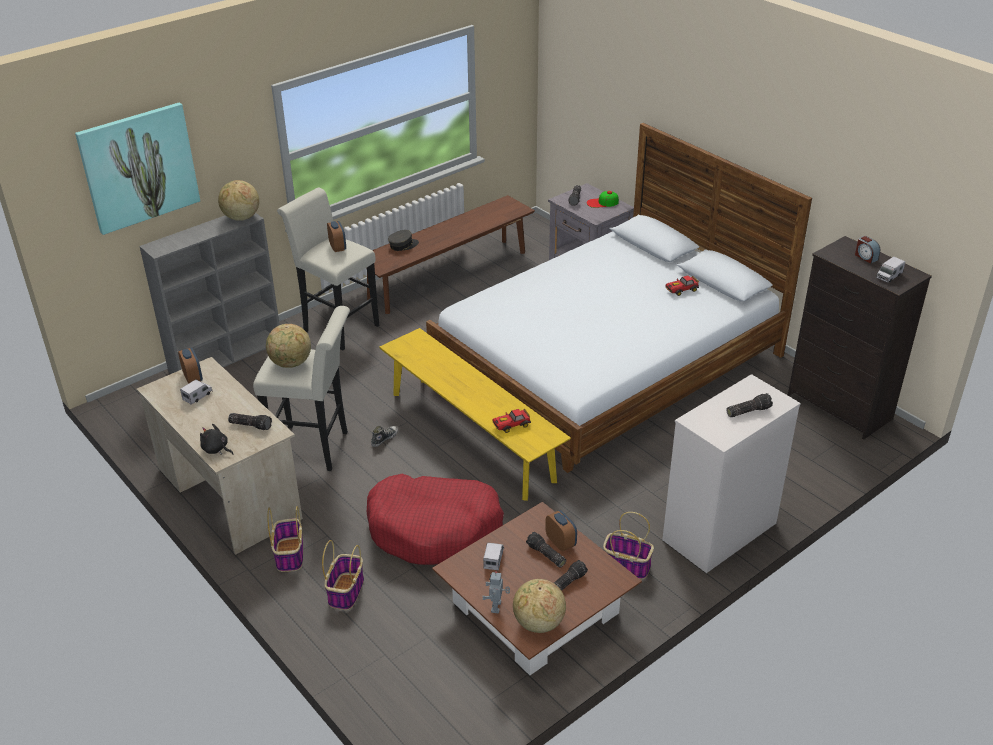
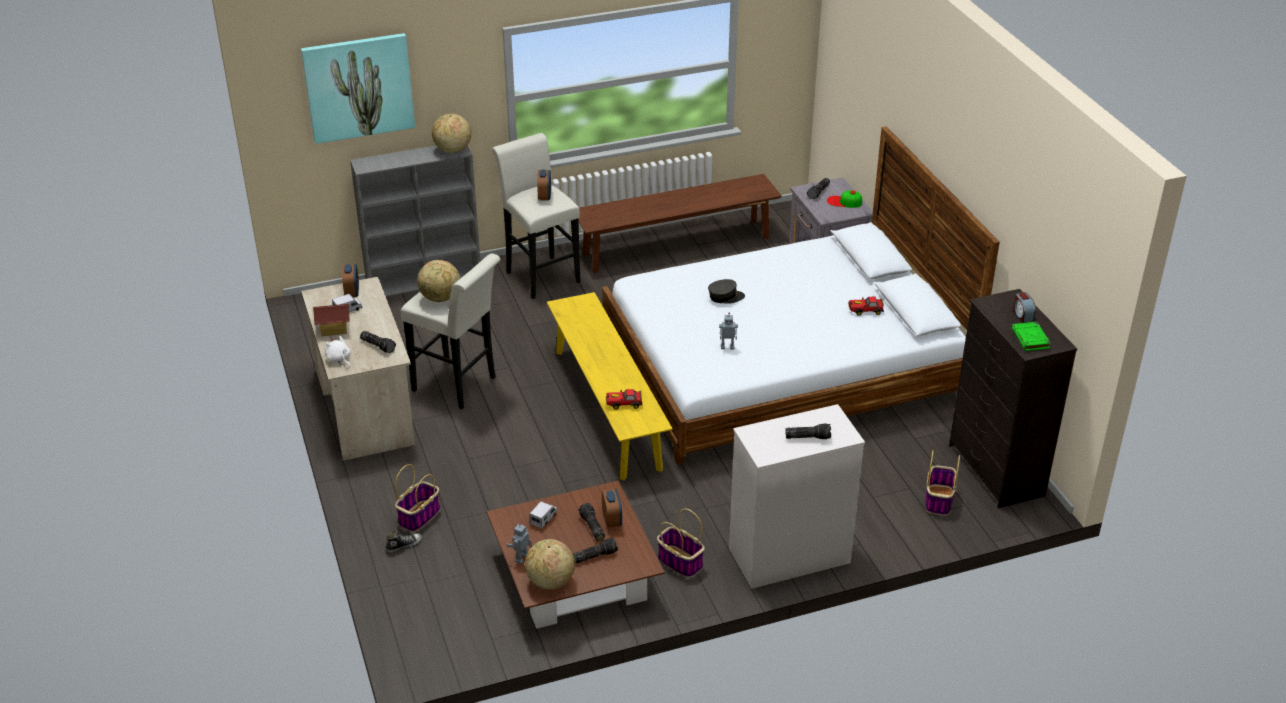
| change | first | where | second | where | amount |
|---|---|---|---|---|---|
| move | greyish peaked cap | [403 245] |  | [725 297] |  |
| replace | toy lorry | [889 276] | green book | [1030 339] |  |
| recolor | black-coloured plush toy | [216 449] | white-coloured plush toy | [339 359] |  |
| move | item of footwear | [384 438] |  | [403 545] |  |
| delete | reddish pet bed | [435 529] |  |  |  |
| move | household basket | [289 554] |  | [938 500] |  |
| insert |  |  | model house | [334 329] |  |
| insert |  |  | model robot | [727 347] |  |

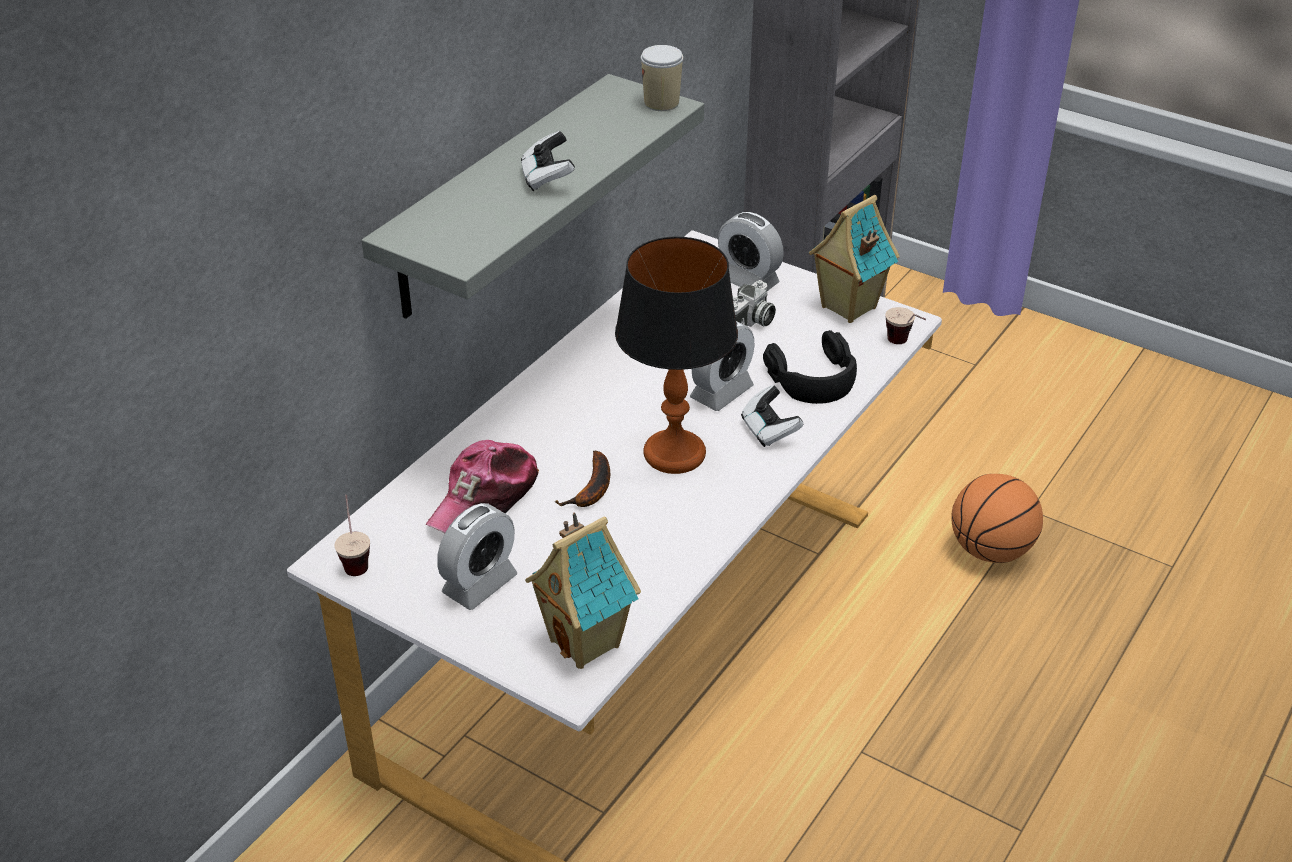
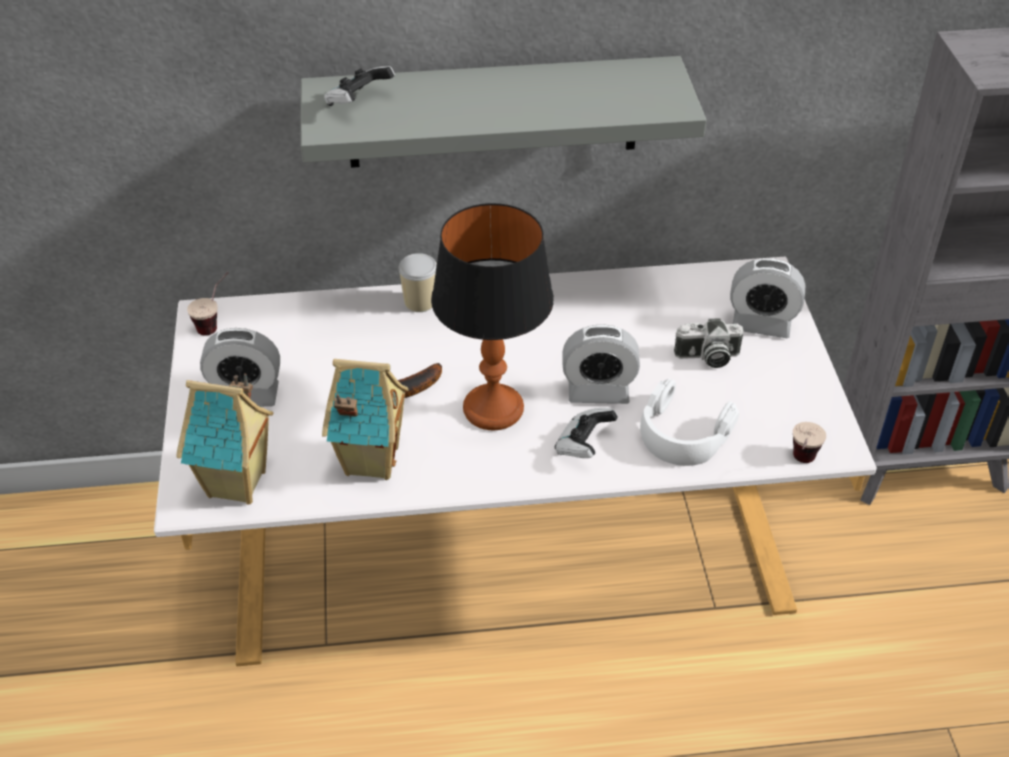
| change | first | where | second | where | amount |
|---|---|---|---|---|---|
| move | small cup | [661 103] |  | [420 302] |  |
| move | gamepad | [547 178] |  | [358 103] |  |
| move | model house | [847 307] |  | [369 460] |  |
| rotate | table clock | [748 281] |  | [761 324] | 75 degrees counterclockwise |
| recolor | black-coloured pair of headphones | [813 378] | white-coloured pair of headphones | [683 433] |  |
| delete | peaked cap | [485 500] |  |  |  |
| delete | ball for basketball | [990 550] |  |  |  |

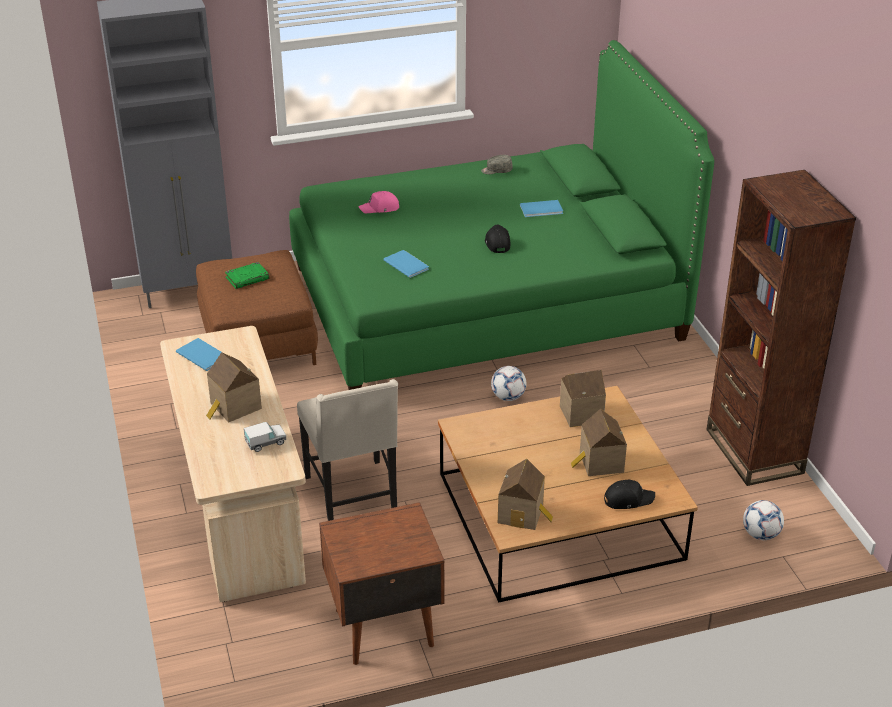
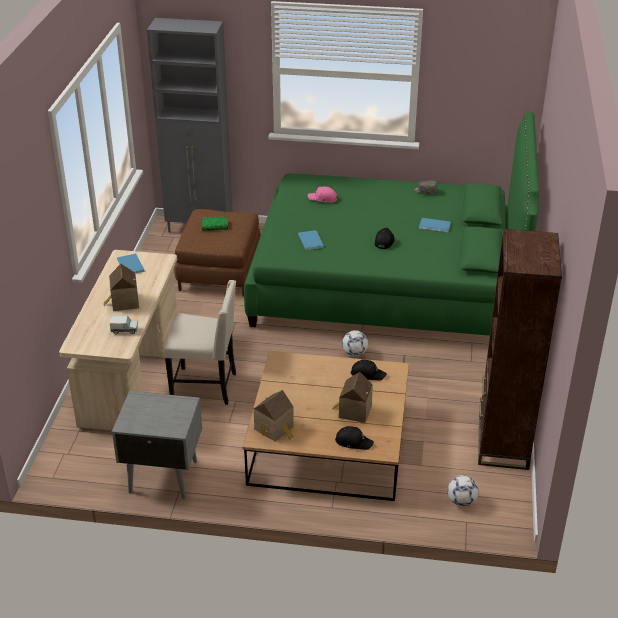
| change | first | where | second | where | amount |
|---|---|---|---|---|---|
| replace | model house | [580 412] | black-coloured peaked cap | [367 374] |  |
| rotate | sand-coloured upright chair | [353 495] |  | [206 387] | 90 degrees counterclockwise |
| recolor | brown-coloured night table | [382 627] | greyish night table | [162 476] |  |

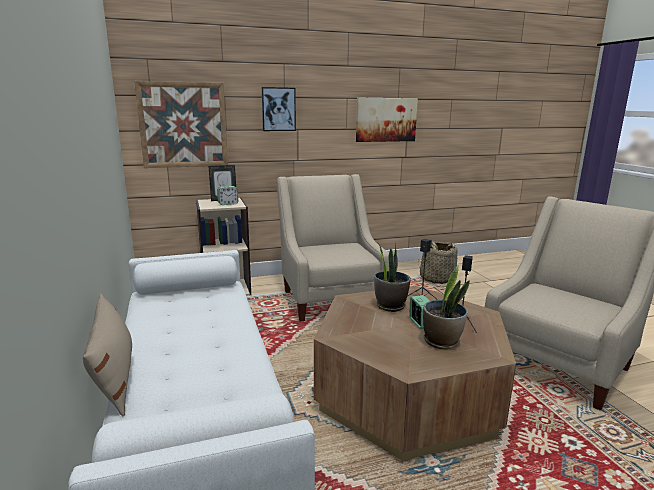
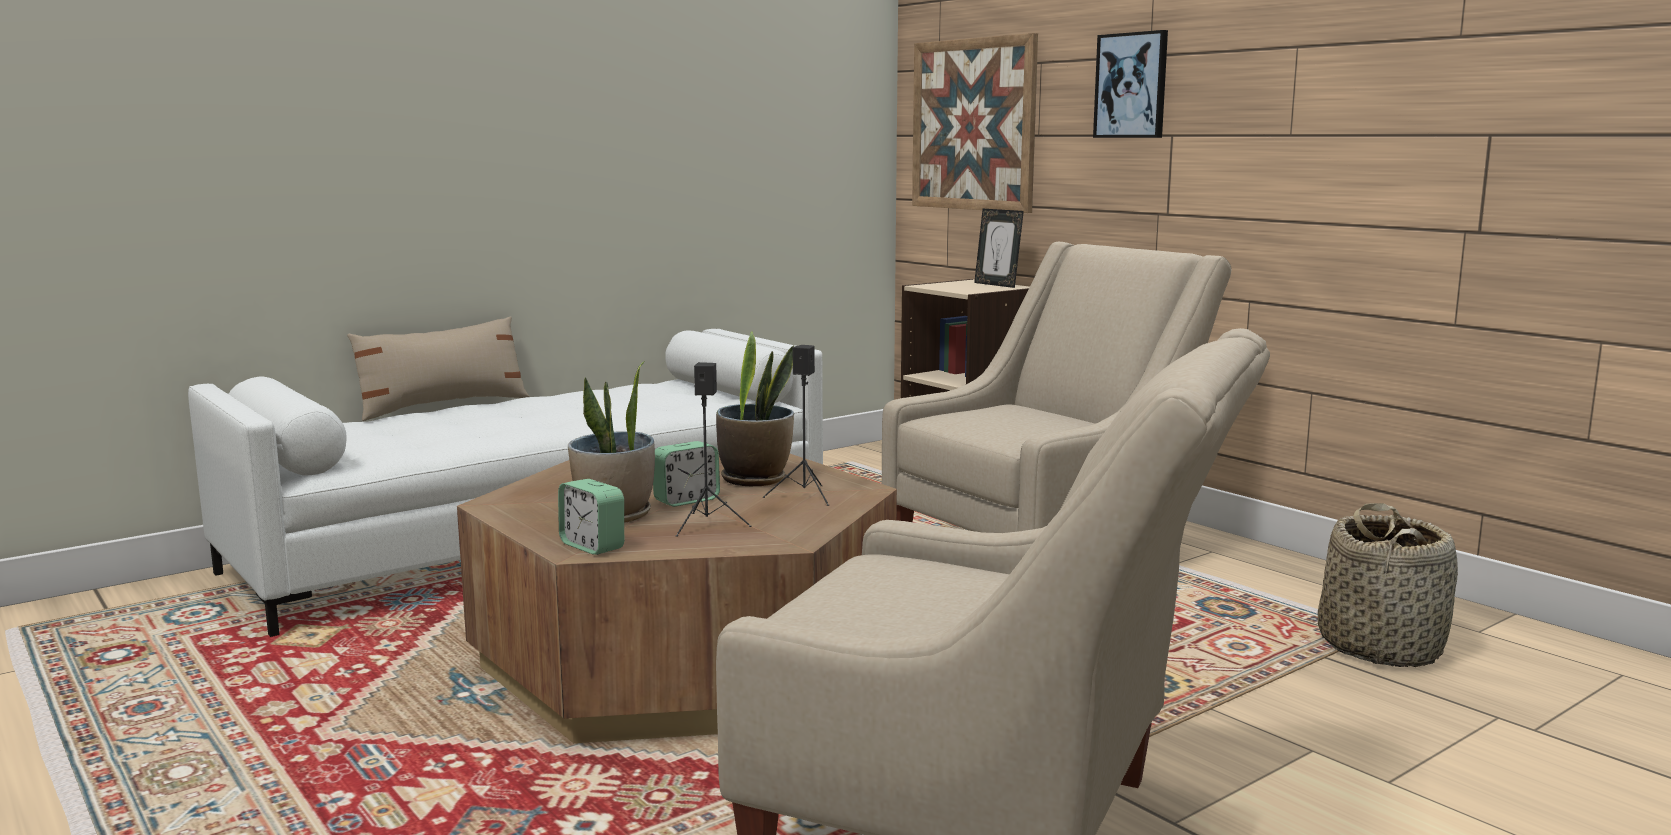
| change | first | where | second | where | amount |
|---|---|---|---|---|---|
| delete | wall art | [386 119] |  |  |  |
| move | table clock | [228 204] |  | [592 546] |  |

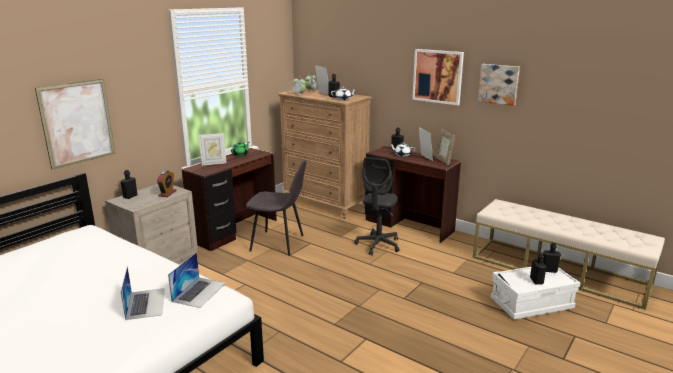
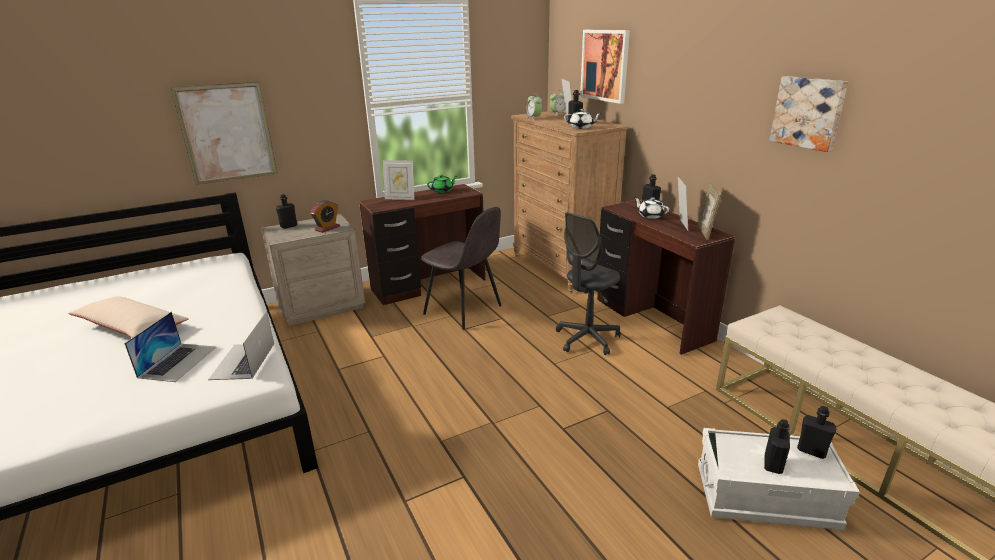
| change | first | where | second | where | amount |
|---|---|---|---|---|---|
| move | wall art | [437 76] |  | [605 65] |  |
| rotate | portable computer | [199 292] |  | [243 361] | 135 degrees clockwise |
| insert |  |  | sand-coloured pillow | [132 327] |  |

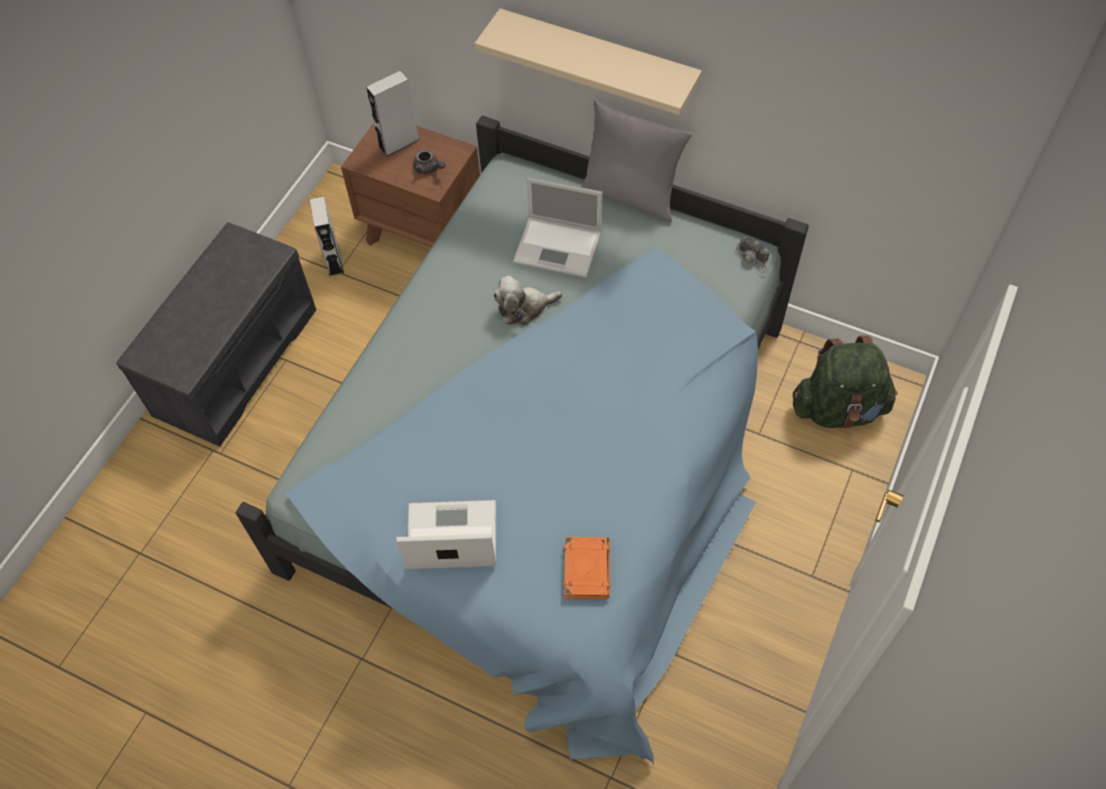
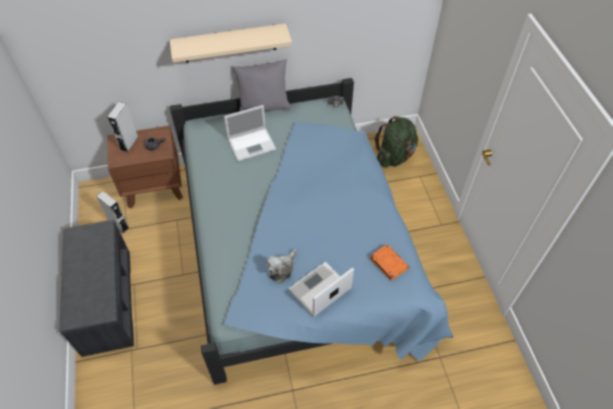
| change | first | where | second | where | amount |
|---|---|---|---|---|---|
| move | plush toy | [524 308] |  | [282 269] |  |

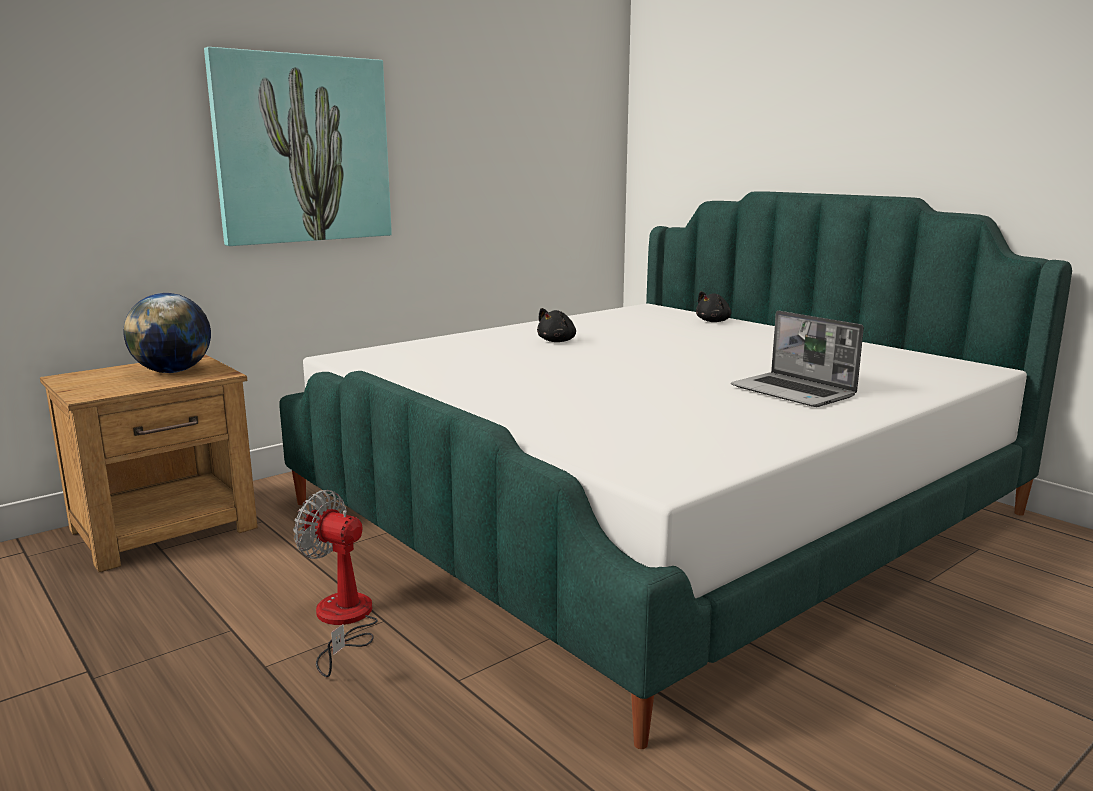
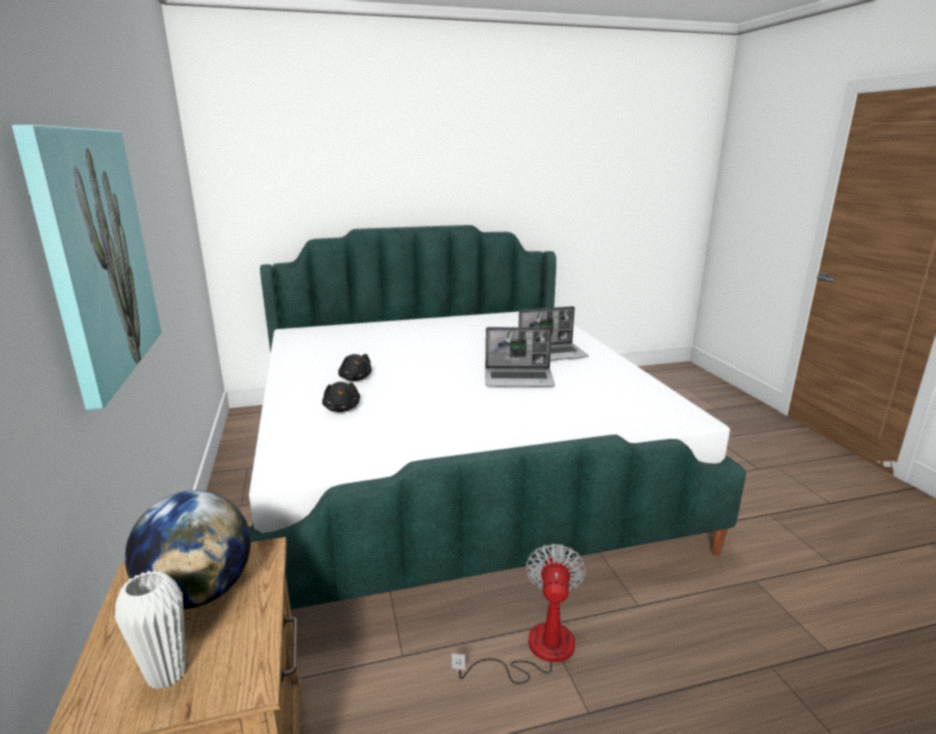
| change | first | where | second | where | amount |
|---|---|---|---|---|---|
| move | black-coloured plush toy | [714 321] |  | [342 409] |  |
| rotate | fan | [343 621] |  | [536 650] | 135 degrees clockwise |
| insert |  |  | portable computer | [519 379] |  |
| insert |  |  | white-coloured vase | [166 674] |  |

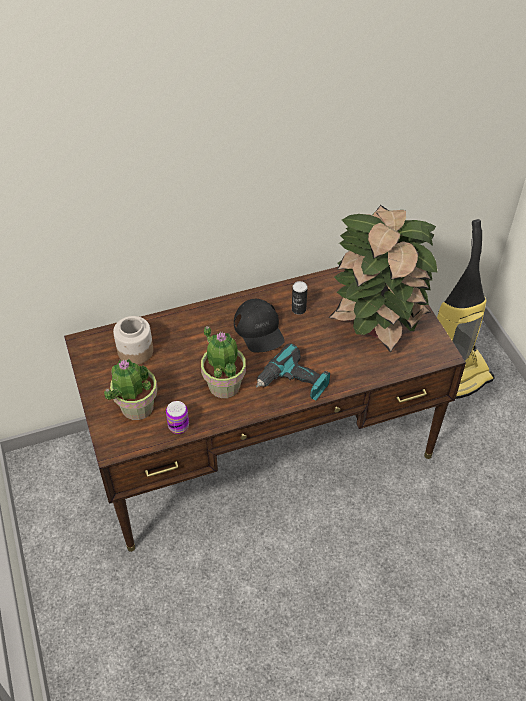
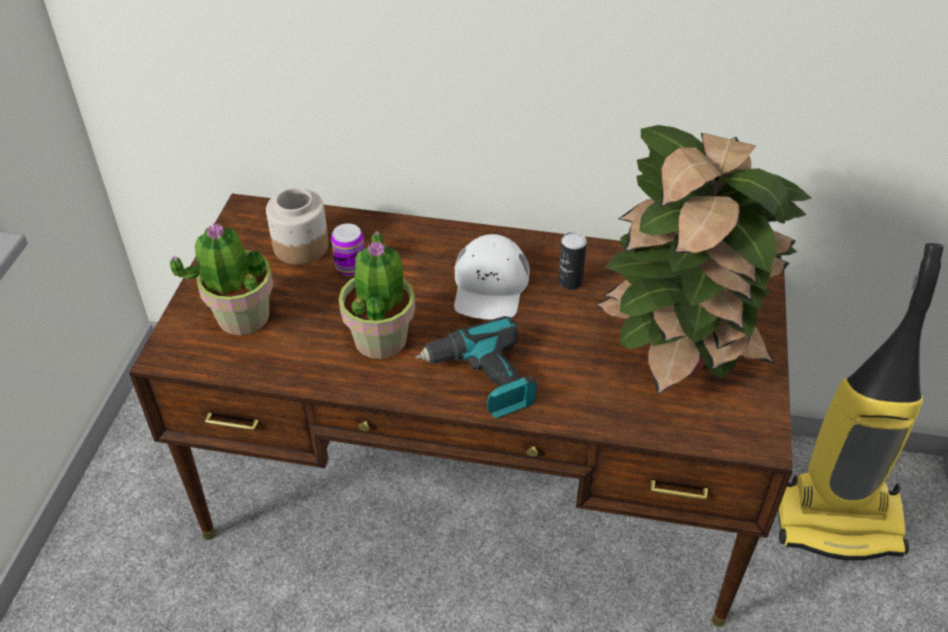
| change | first | where | second | where | amount |
|---|---|---|---|---|---|
| recolor | black-coloured peaked cap | [259 330] | white-coloured peaked cap | [490 286] |  |
| move | can | [178 426] |  | [350 266] |  |

